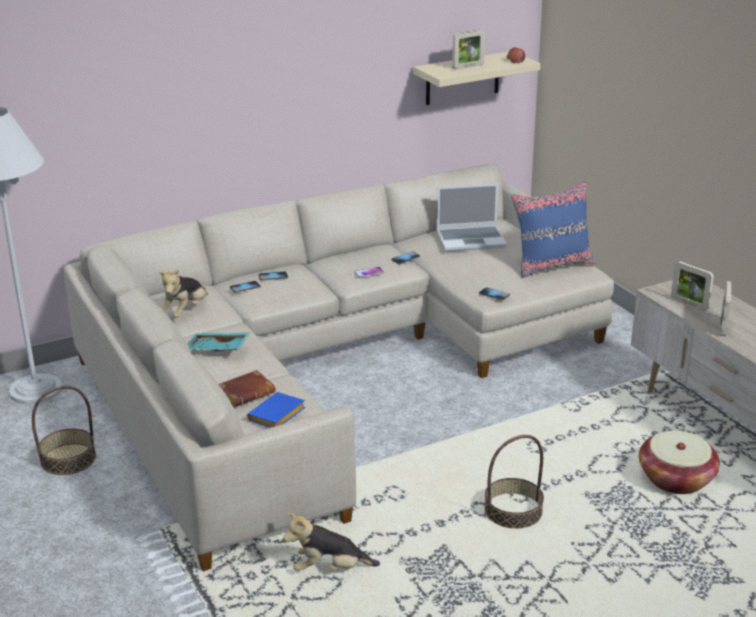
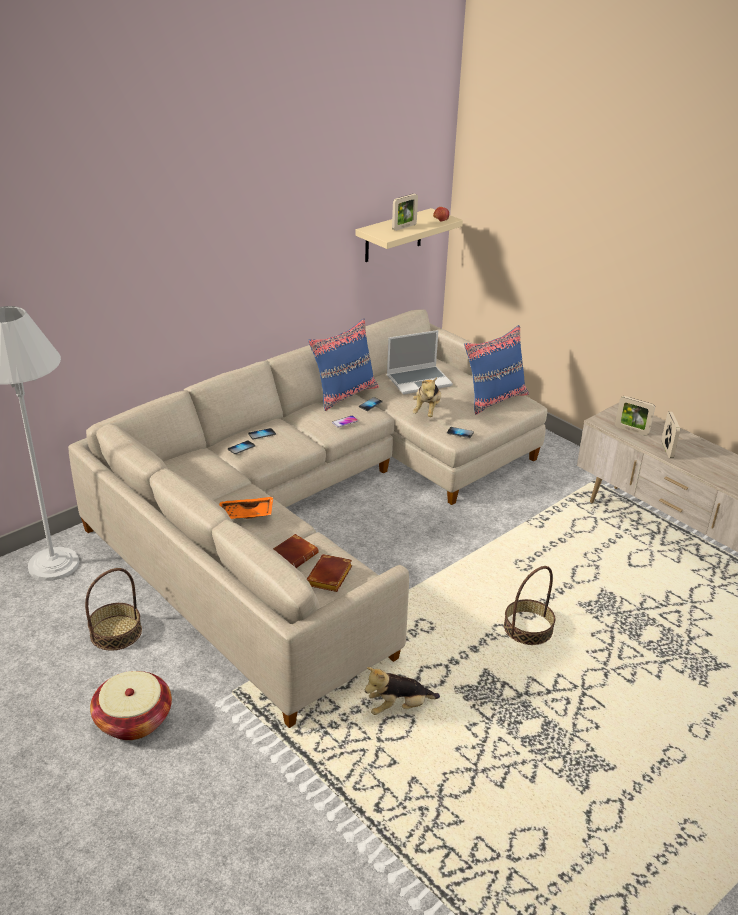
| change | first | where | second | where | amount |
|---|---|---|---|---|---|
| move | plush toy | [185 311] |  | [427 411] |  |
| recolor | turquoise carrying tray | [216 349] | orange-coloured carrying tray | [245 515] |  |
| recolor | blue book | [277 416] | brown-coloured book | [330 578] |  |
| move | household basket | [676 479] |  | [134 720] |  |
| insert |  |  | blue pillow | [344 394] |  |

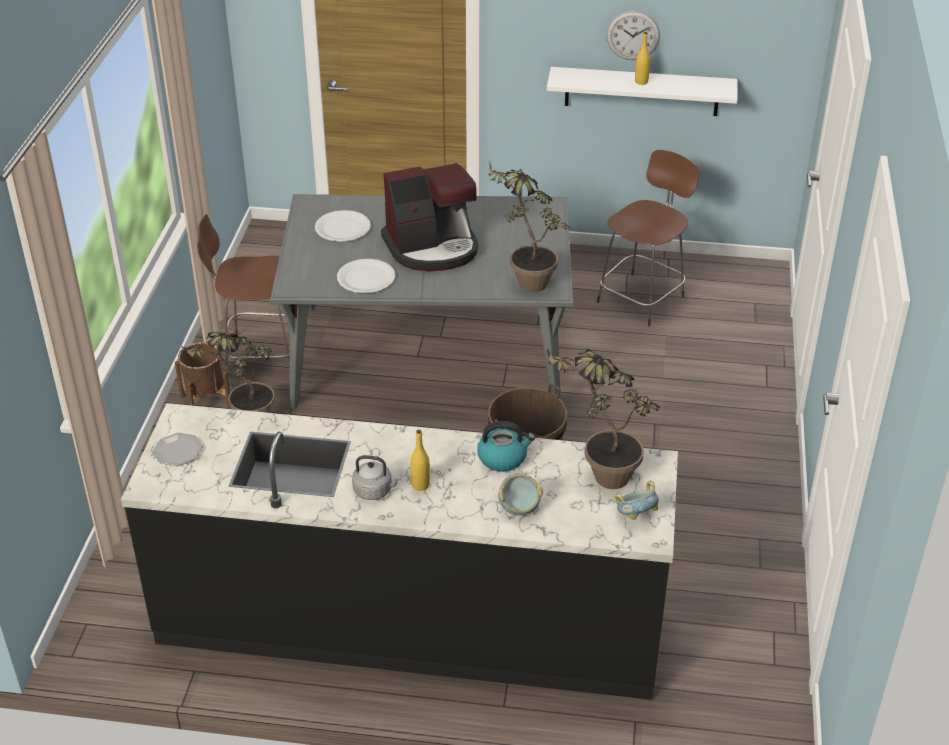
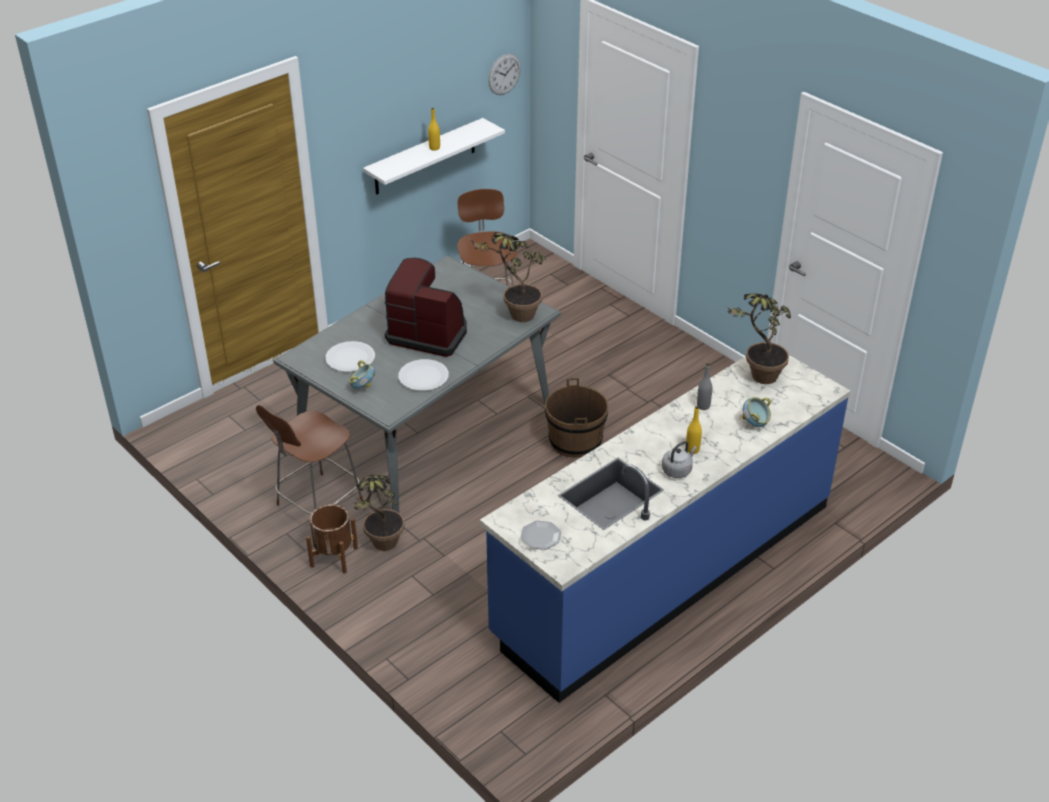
| change | first | where | second | where | amount |
|---|---|---|---|---|---|
| move | clock on the wall | [633 35] |  | [504 74] |  |
| rotate | coffee maker | [432 248] |  | [428 333] | 90 degrees counterclockwise |
| recolor | black-coloured kitchen counter | [410 620] | blue kitchen counter | [664 569] |  |
| replace | water kettle | [503 458] | greyish beverage bottle | [703 406] |  |
| move | serving bowl | [636 516] |  | [363 387] |  |

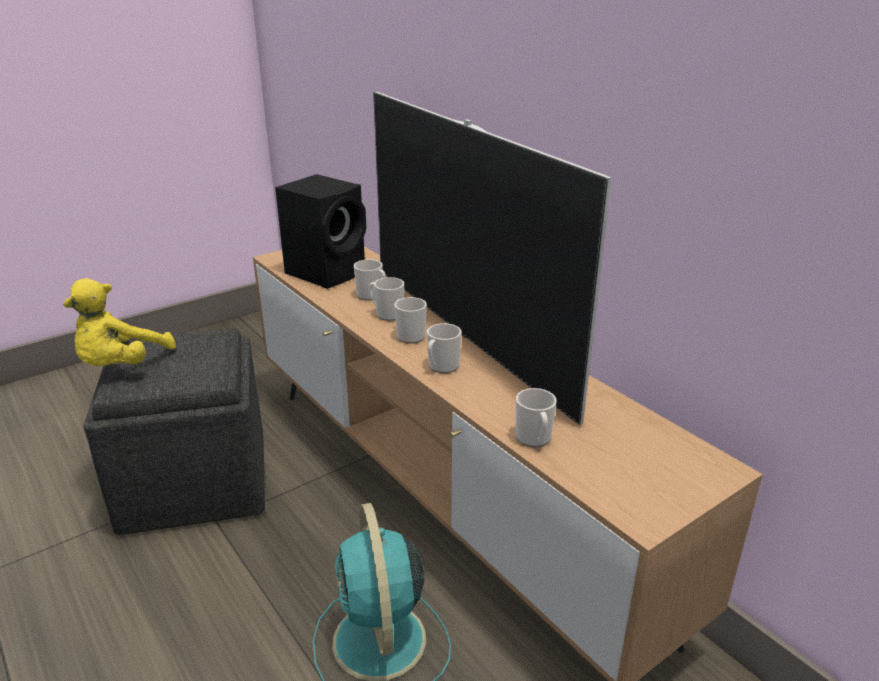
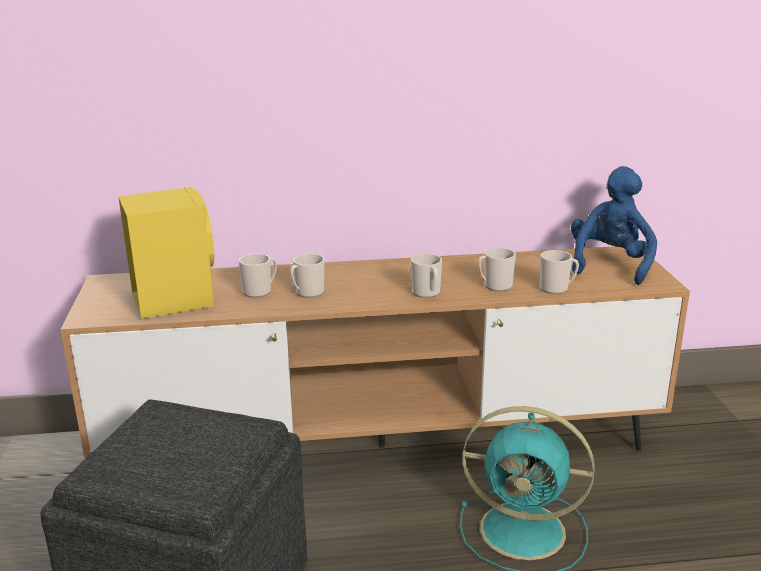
| change | first | where | second | where | amount |
|---|---|---|---|---|---|
| delete | TV set | [465 335] |  |  |  |
| recolor | black-coloured audio speaker | [328 272] | yellow-coloured audio speaker | [173 299] |  |
| delete | yellow-coloured plush toy | [121 365] |  |  |  |
| move | mug | [409 335] |  | [495 286] |  |
| insert |  |  | blue plush toy | [610 264] |  |

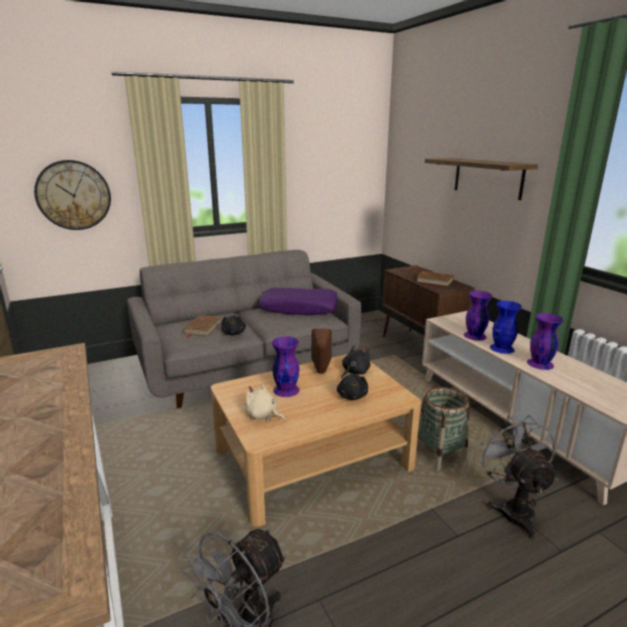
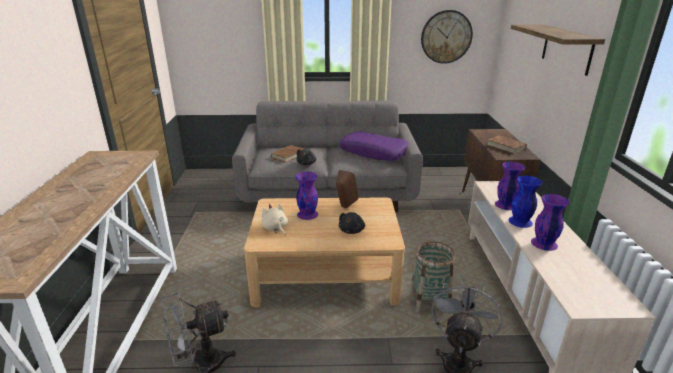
| change | first | where | second | where | amount |
|---|---|---|---|---|---|
| move | clock on the wall | [73 195] |  | [446 37] |  |
| delete | black-coloured plush toy | [354 372] |  |  |  |

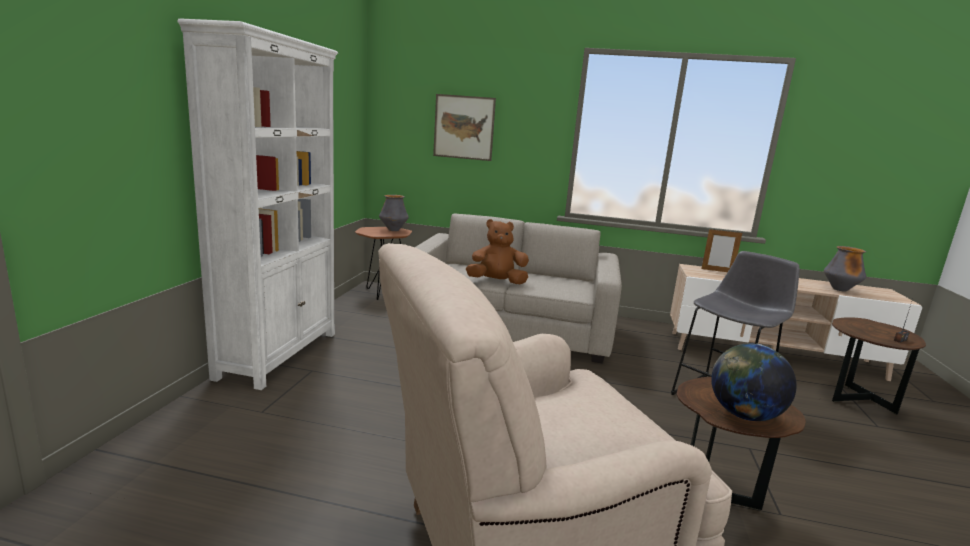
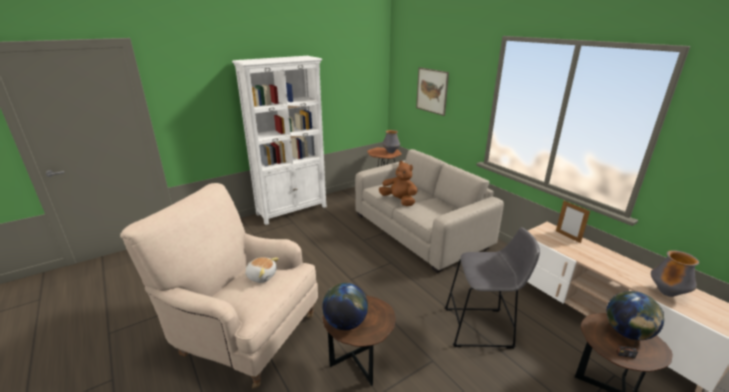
| change | first | where | second | where | amount |
|---|---|---|---|---|---|
| insert |  |  | plush toy | [261 276] |  |
| insert |  |  | globe | [627 333] |  |

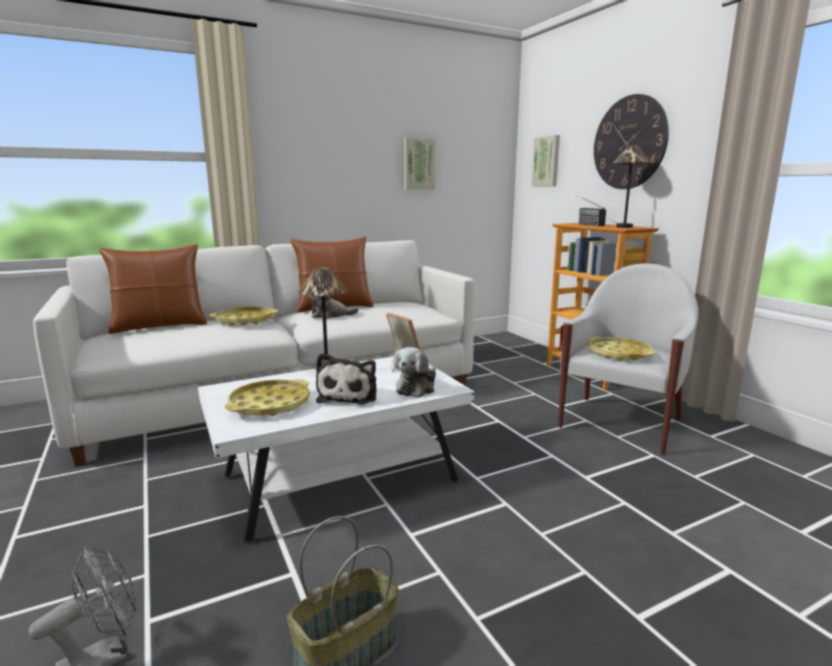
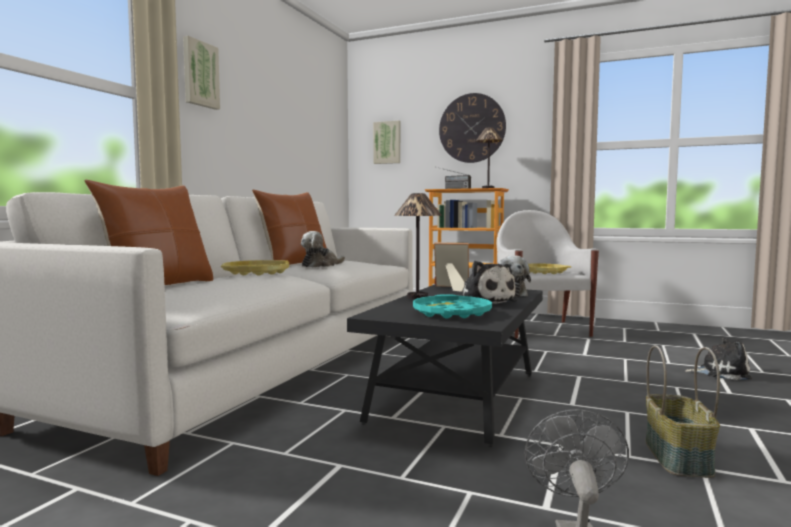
| change | first | where | second | where | amount |
|---|---|---|---|---|---|
| move | wall art | [418 164] |  | [200 74] |  |
| recolor | white-coloured low table | [339 480] | black-coloured low table | [457 397] |  |
| recolor | yellow-coloured carrying tray | [269 404] | turquoise carrying tray | [451 313] |  |
| insert |  |  | plush toy | [720 373] |  |

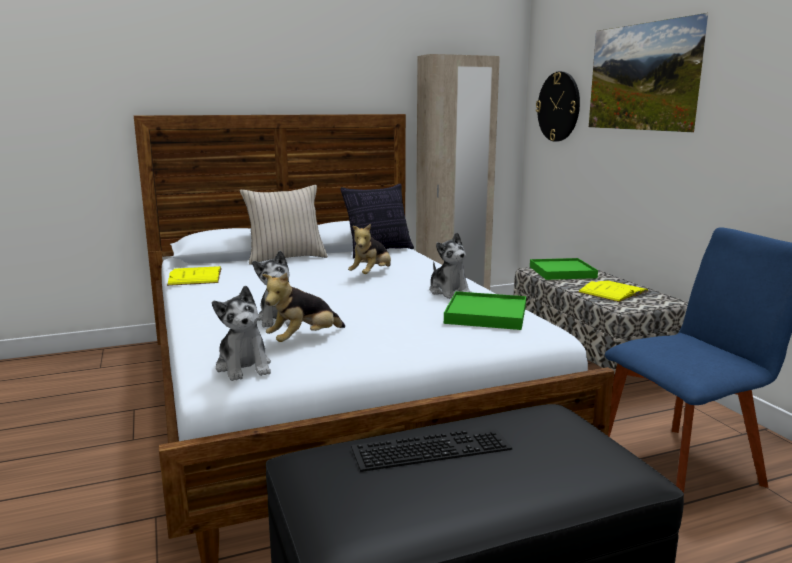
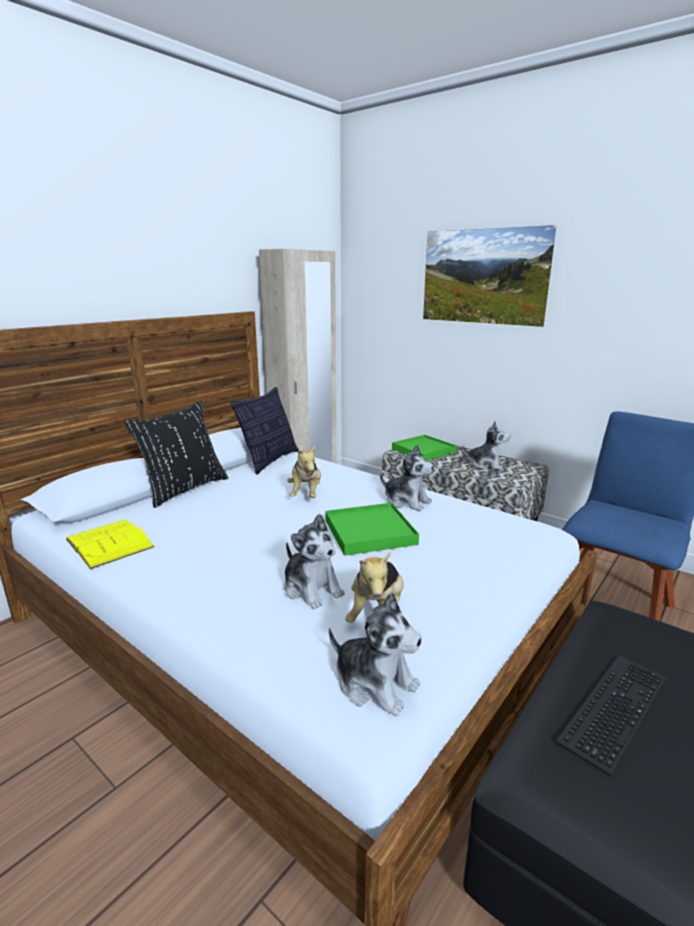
| change | first | where | second | where | amount |
|---|---|---|---|---|---|
| delete | clock on the wall | [558 106] |  |  |  |
| recolor | sand-coloured pillow | [285 258] | black-coloured pillow | [184 489] |  |
| replace | yellow-coloured book | [613 291] | plush toy | [485 465] |  |
| move | green carrying tray | [486 315] |  | [370 532] |  |

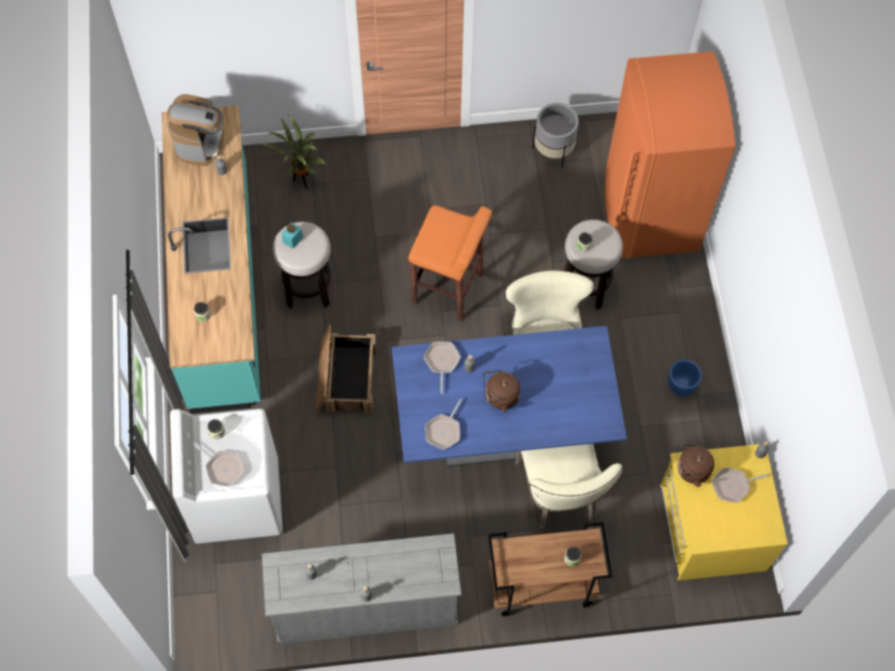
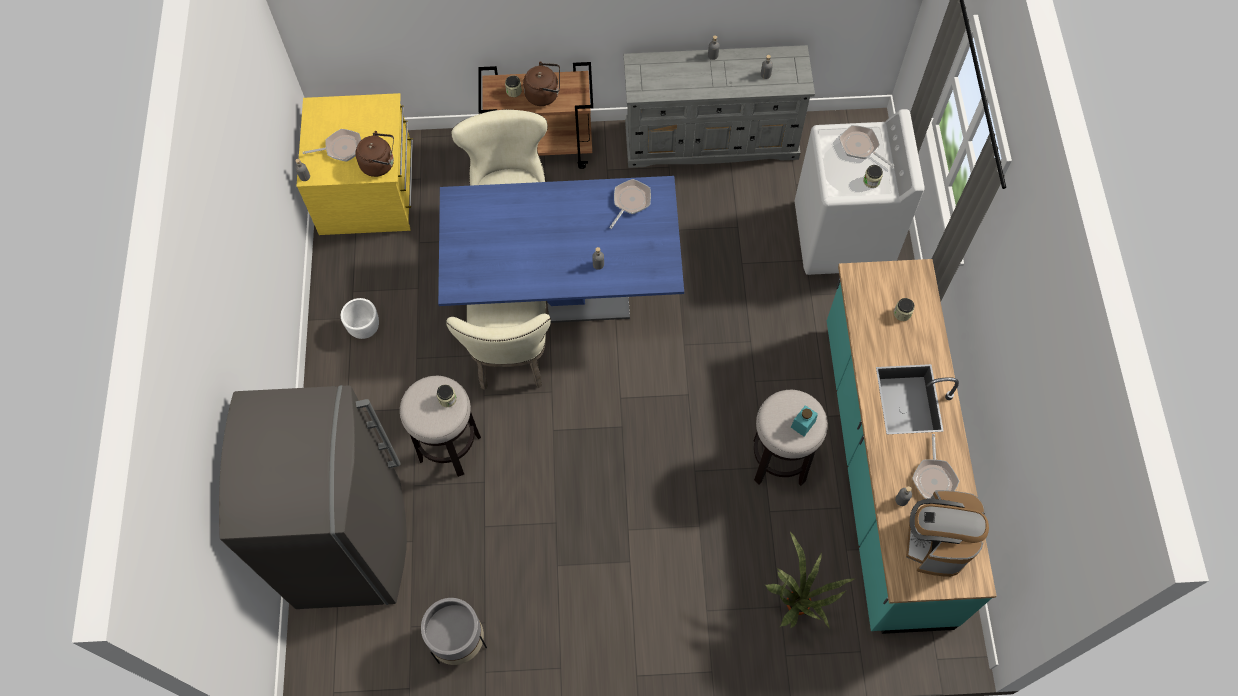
| change | first | where | second | where | amount |
|---|---|---|---|---|---|
| recolor | orange-coloured kitchen fridge | [649 212] | greyish kitchen fridge | [351 542] |  |
| delete | orange-coloured stool seat | [448 289] |  |  |  |
| delete | packing crate | [345 377] |  |  |  |
| move | frying pan | [441 362] |  | [934 477] |  |
| recolor | blue plant pot | [681 386] | white-coloured plant pot | [364 328] |  |
| move | brown-coloured water kettle | [499 397] |  | [544 94] |  |

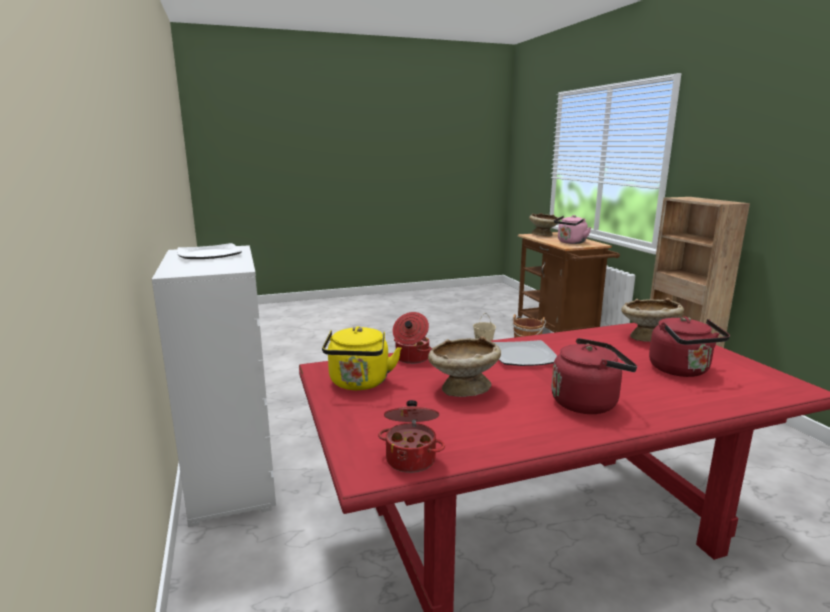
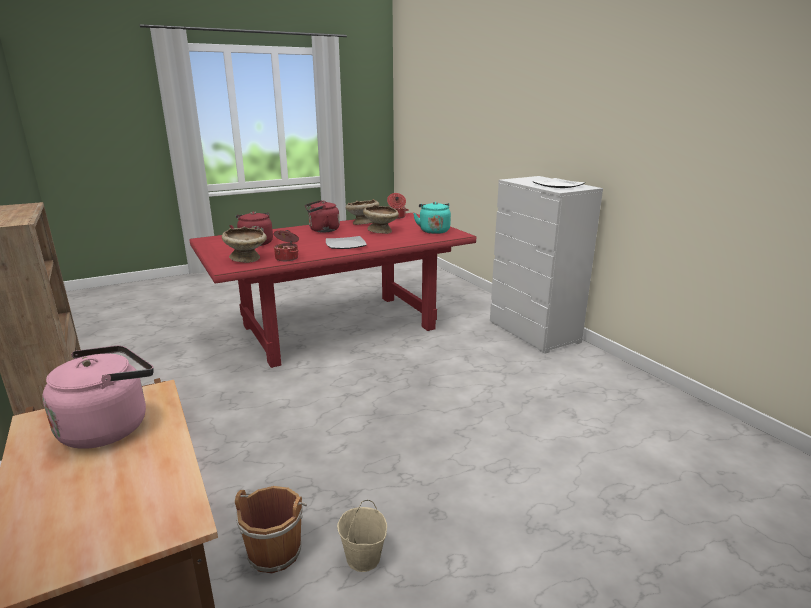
| change | first | where | second | where | amount |
|---|---|---|---|---|---|
| move | sand-coloured serving bowl | [543 235] |  | [362 223] |  |
| move | cooking pot | [411 358] |  | [287 258] |  |
| recolor | yellow-coloured water kettle | [359 383] | turquoise water kettle | [433 231] |  |

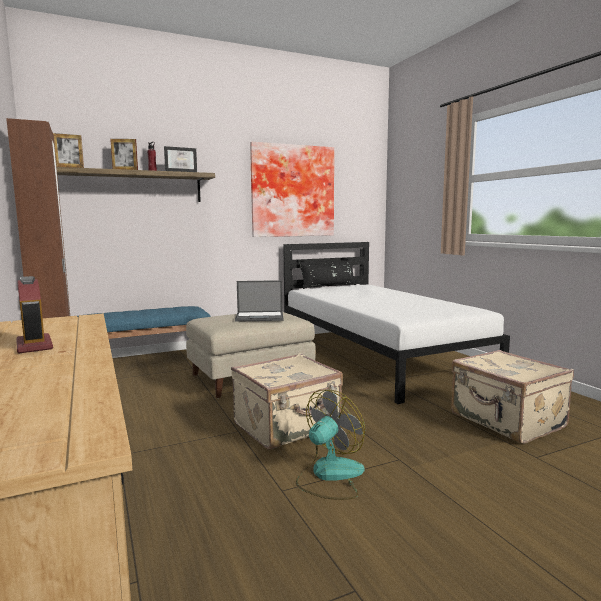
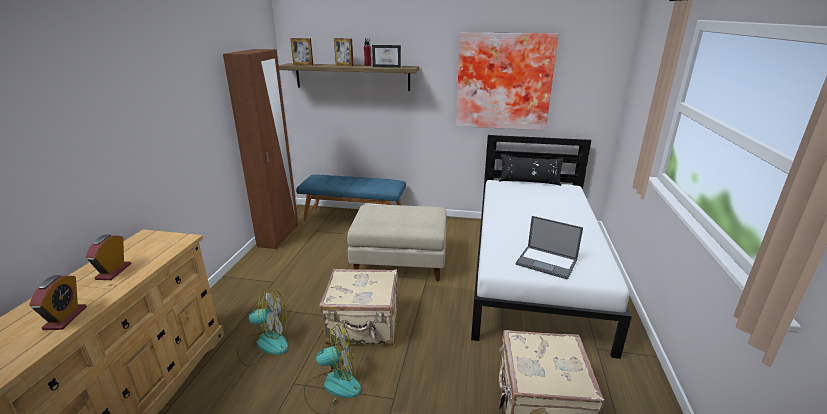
| change | first | where | second | where | amount |
|---|---|---|---|---|---|
| move | portable computer | [260 317] |  | [547 262] |  |
| insert |  |  | table clock | [65 318] |  |
| insert |  |  | fan | [264 344] |  |

